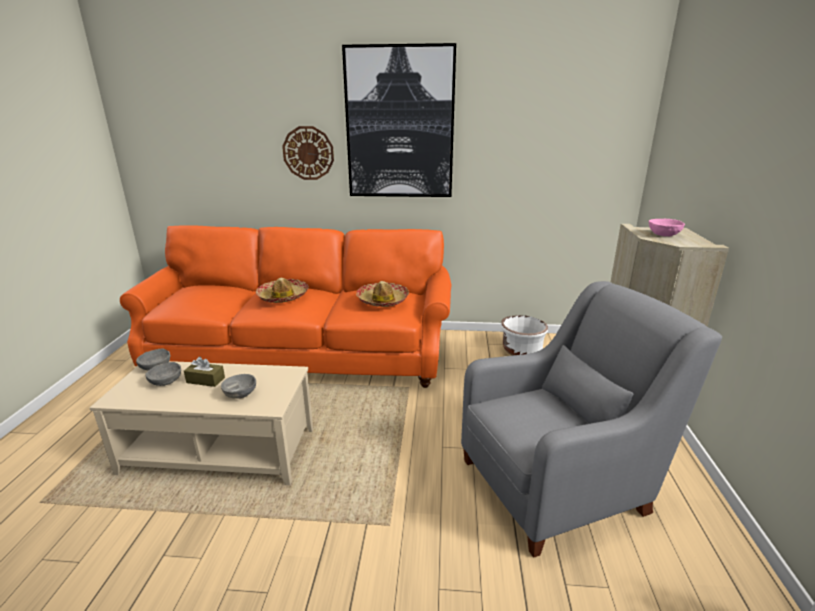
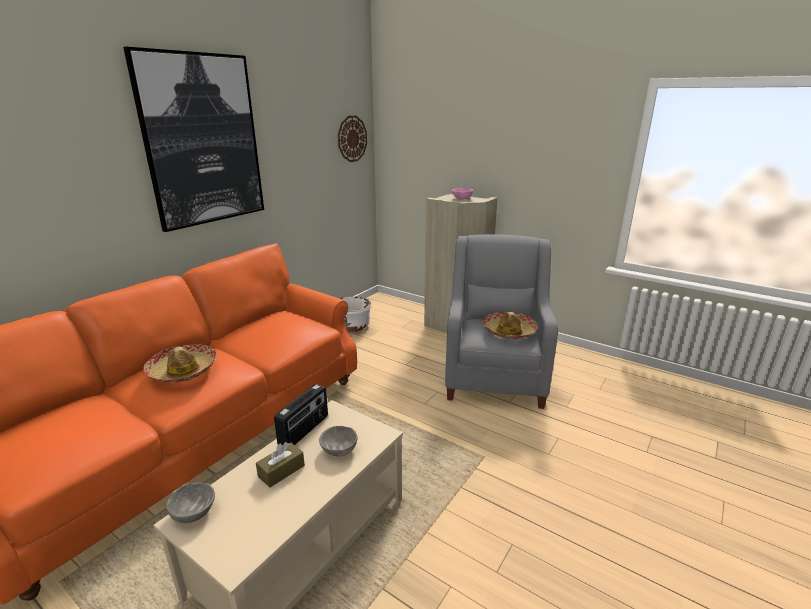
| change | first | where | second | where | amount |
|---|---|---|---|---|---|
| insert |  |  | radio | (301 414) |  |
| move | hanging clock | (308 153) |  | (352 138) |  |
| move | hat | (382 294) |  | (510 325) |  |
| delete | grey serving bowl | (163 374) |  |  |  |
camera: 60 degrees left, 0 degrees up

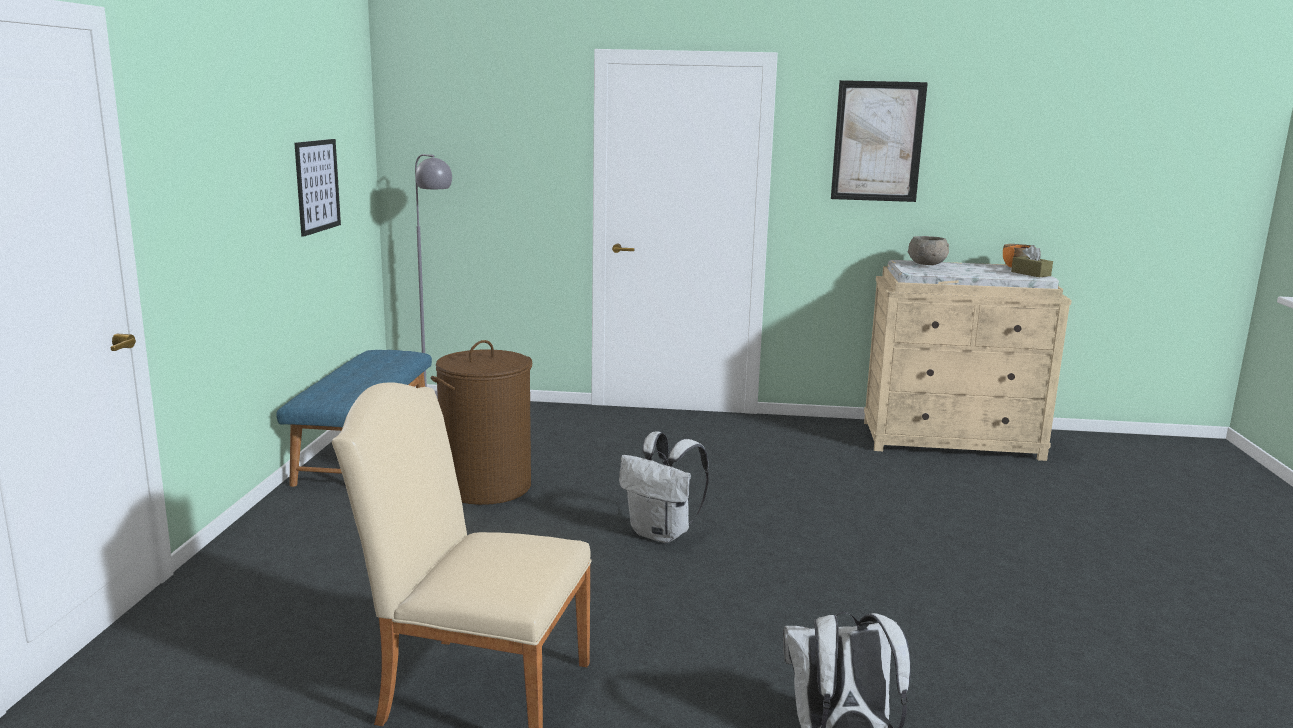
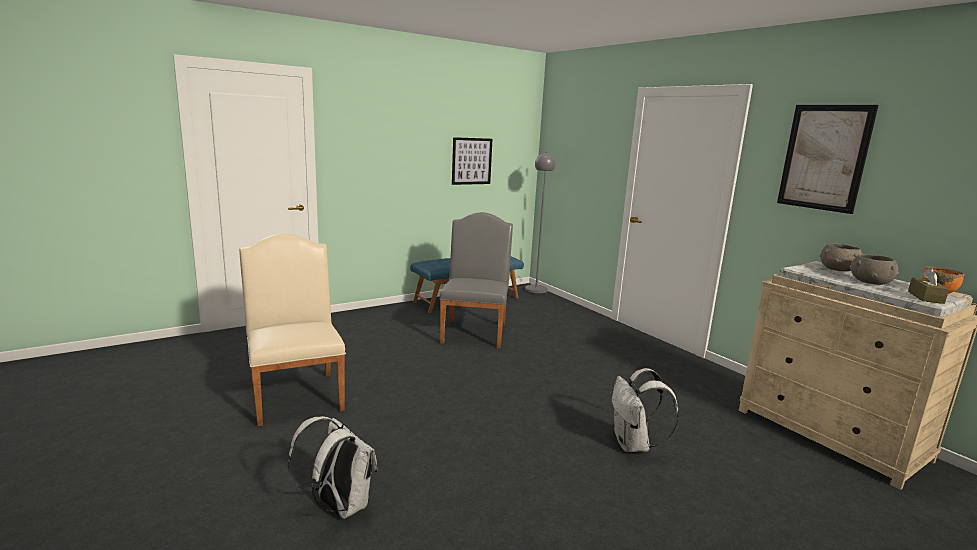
| change | first | where | second | where | amount |
|---|---|---|---|---|---|
| replace | brownish laundry basket | (481 422) | grey plain chair | (476 280) |  |
| move | white backpack | (664 487) |  | (645 410) |  |
| insert |  |  | grey serving bowl | (874 269) |  |
camera: 50 degrees right, 0 degrees up

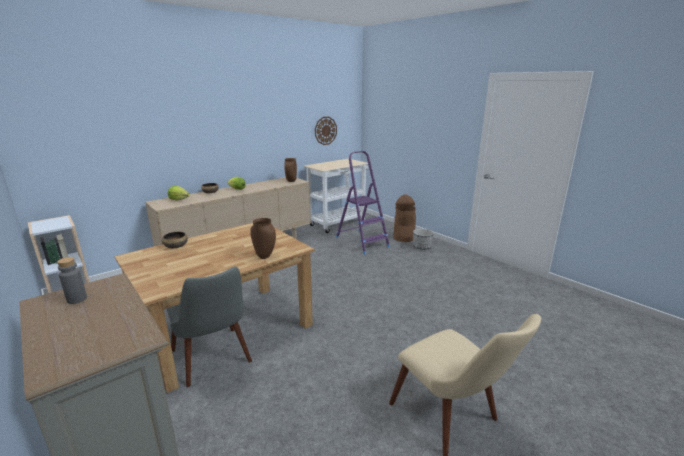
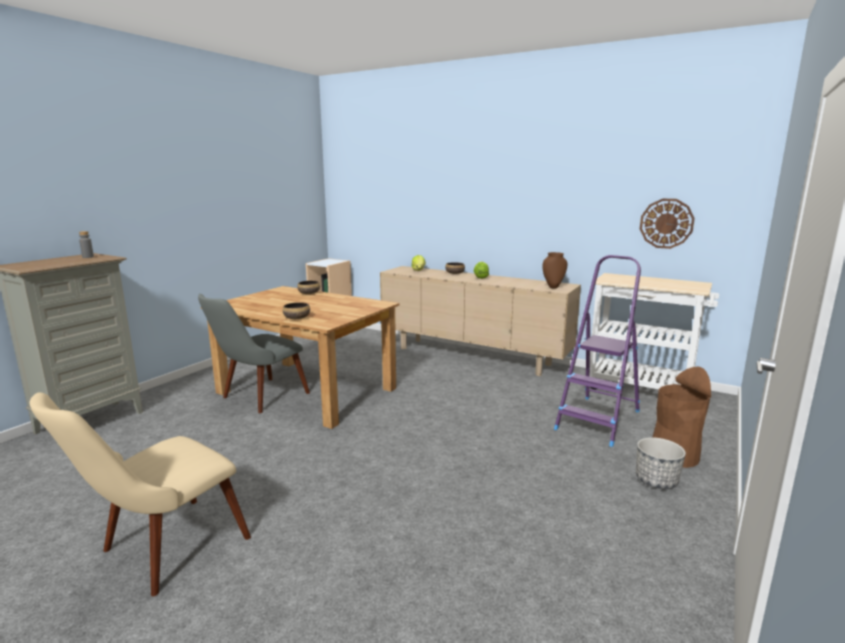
| change | first | where | second | where | amount |
|---|---|---|---|---|---|
| replace | brownish vase | (263 238) | serving bowl | (296 310) |  |
camera: 70 degrees right, 5 degrees down

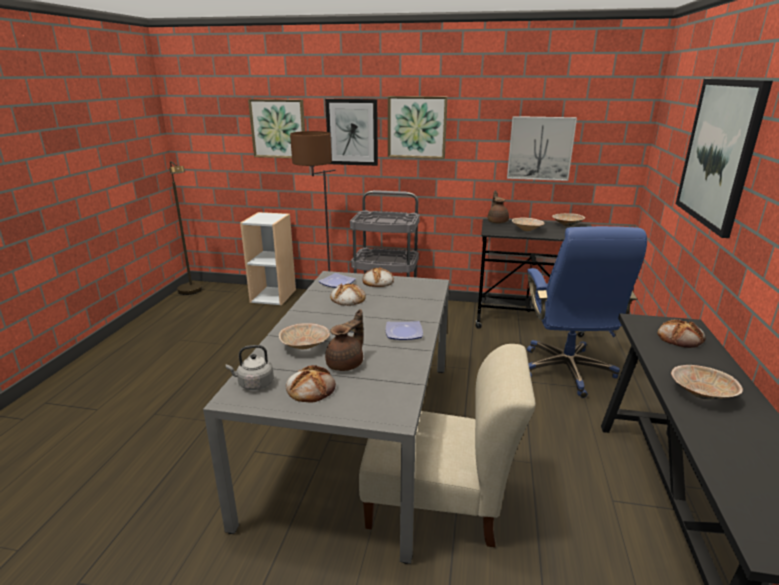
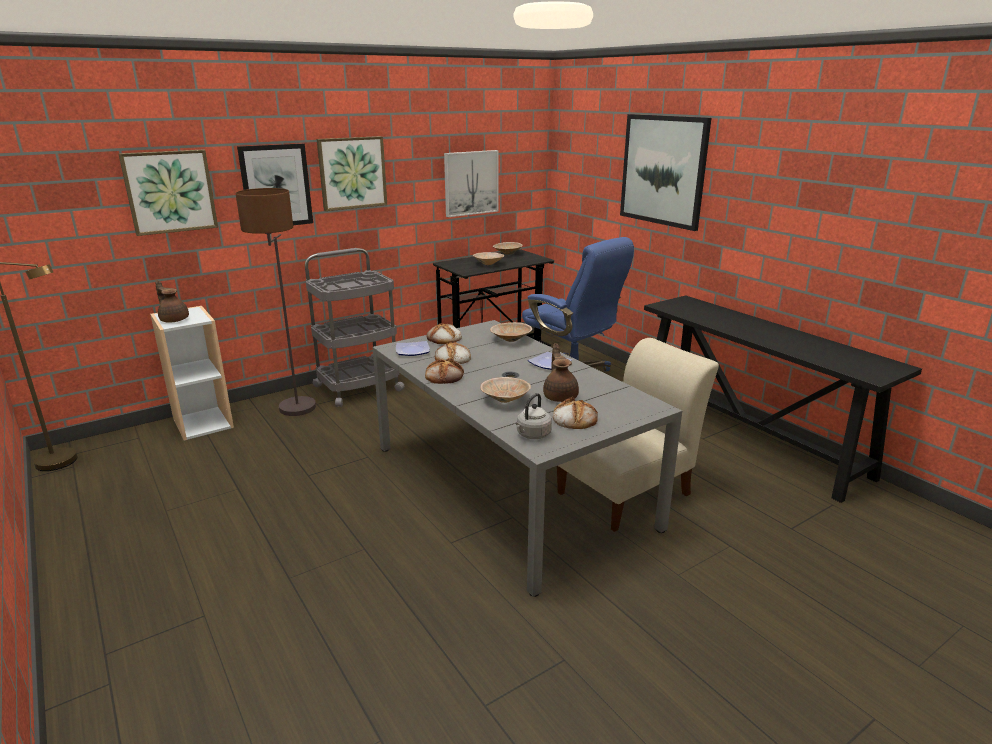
| change | first | where | second | where | amount |
|---|---|---|---|---|---|
| move | brownish tea pot | (498 207) |  | (172 301) |  |
| move | baked bread | (681 333) |  | (444 371) |  |
| move | beige serving bowl | (707 382) |  | (511 332) |  |
camera: 45 degrees left, 0 degrees up

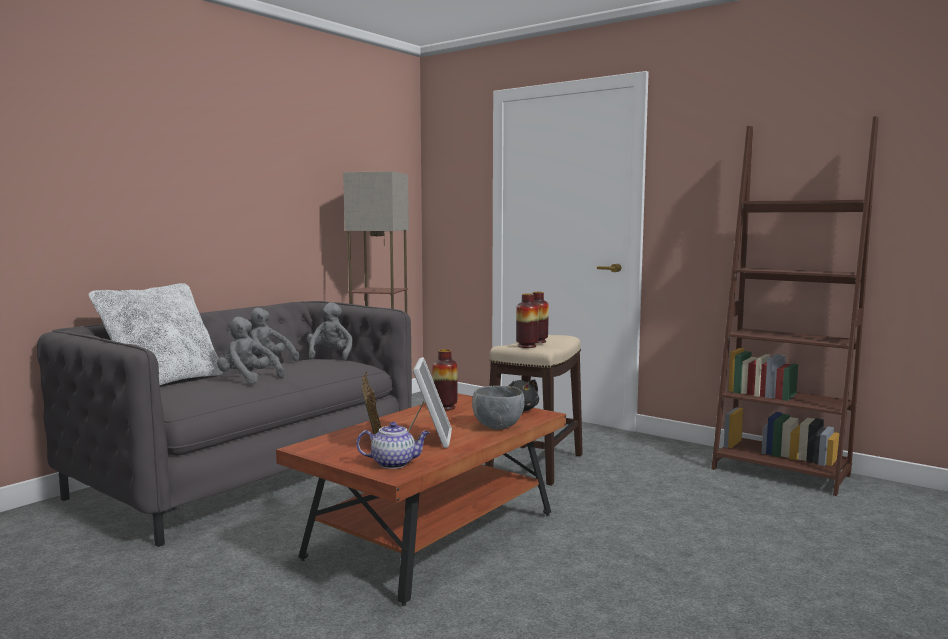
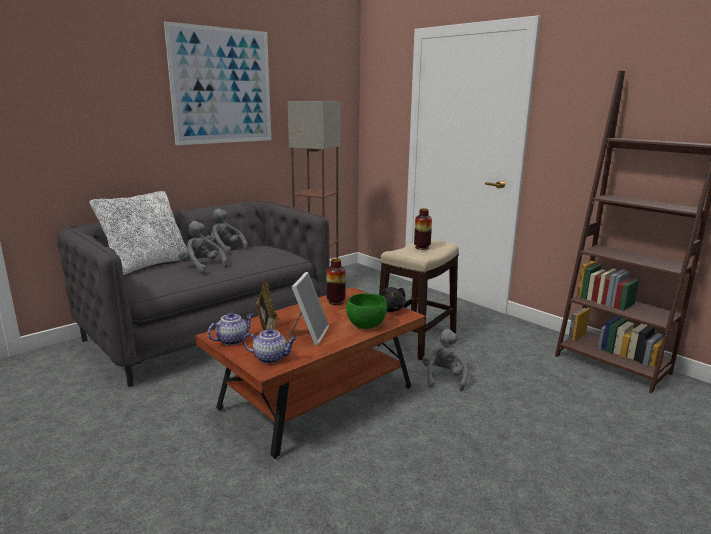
| change | first | where | second | where | amount |
|---|---|---|---|---|---|
| insert |  |  | picture | (217 83) |  |
| insert |  |  | tea pot | (230 328) |  |
| recolor | grey serving bowl | (498 407) | greenish serving bowl | (366 311) |  |
| move | grey soft toy | (330 331) |  | (445 360) |  |
| delete | vase | (527 321) |  |  |  |
camera: 10 degrees right, 10 degrees up

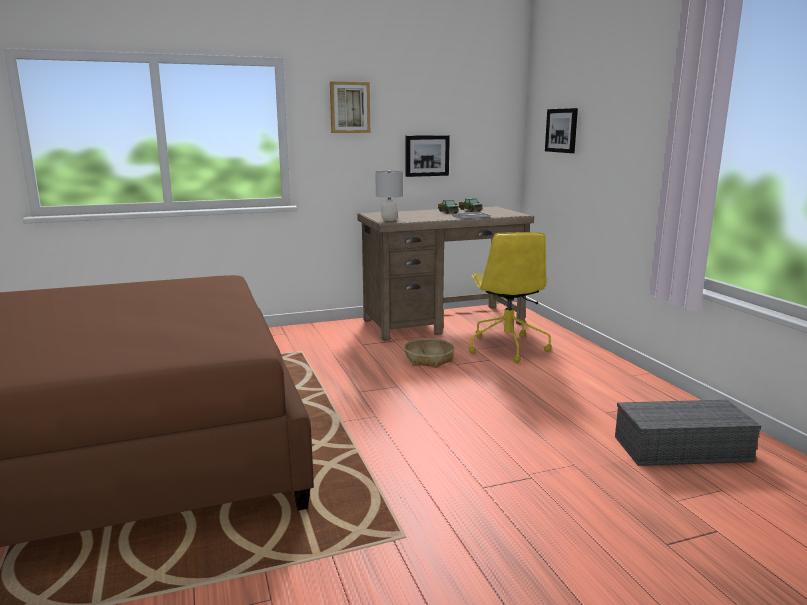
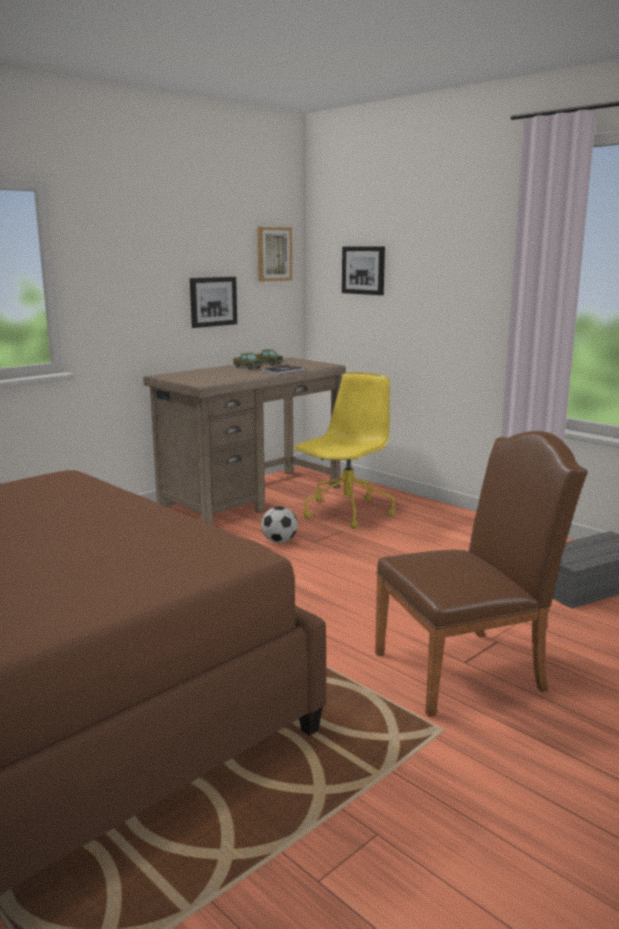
| change | first | where | second | where | amount |
|---|---|---|---|---|---|
| move | picture | (350 107) |  | (274 254) |  |
| replace | basket | (429 353) | football | (279 524) |  |
| rotate | yellow-coloured office chair | (510 297) |  | (344 450) | 120 degrees counterclockwise |
| insert |  |  | brownish plain chair | (481 574) |  |
| delete | grey lamp for a table | (389 196) |  |  |  |
camera: 25 degrees left, 0 degrees up

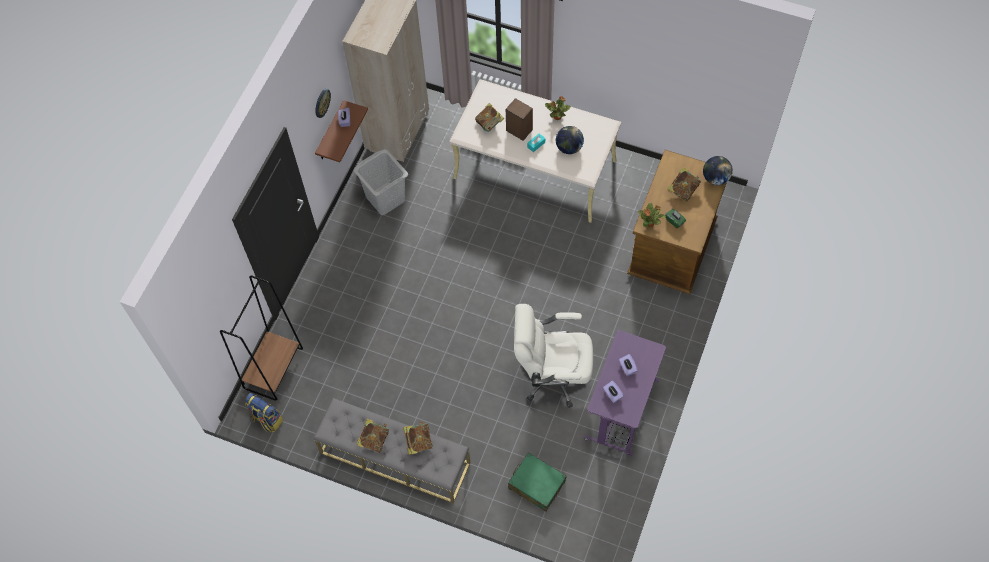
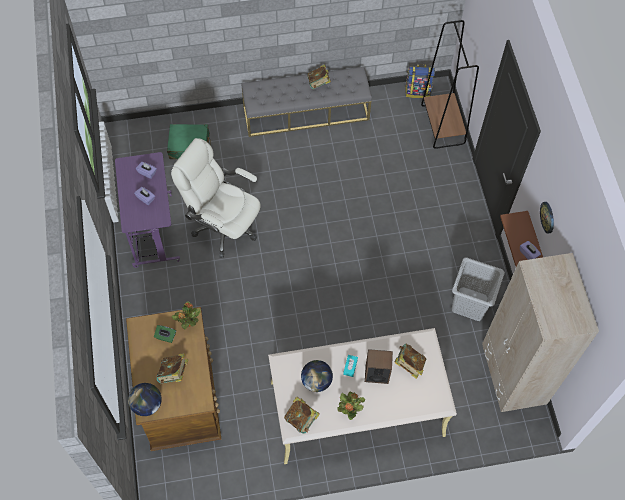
| change | first | where | second | where | amount |
|---|---|---|---|---|---|
| rotate | white office chair | (553 356) |  | (216 198) | 120 degrees counterclockwise |
| move | bound book | (418 438) |  | (302 415) |  |
camera: 145 degrees right, 0 degrees up

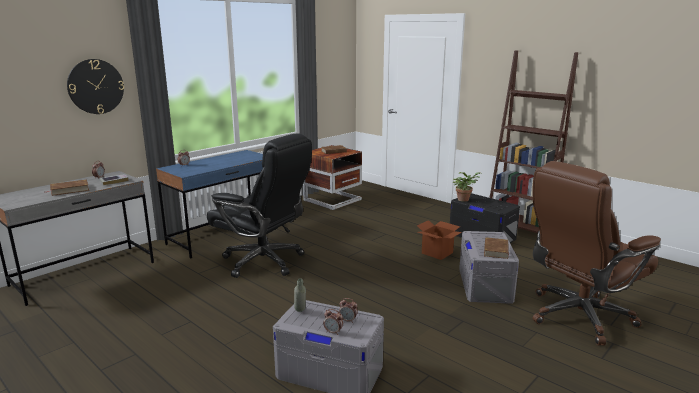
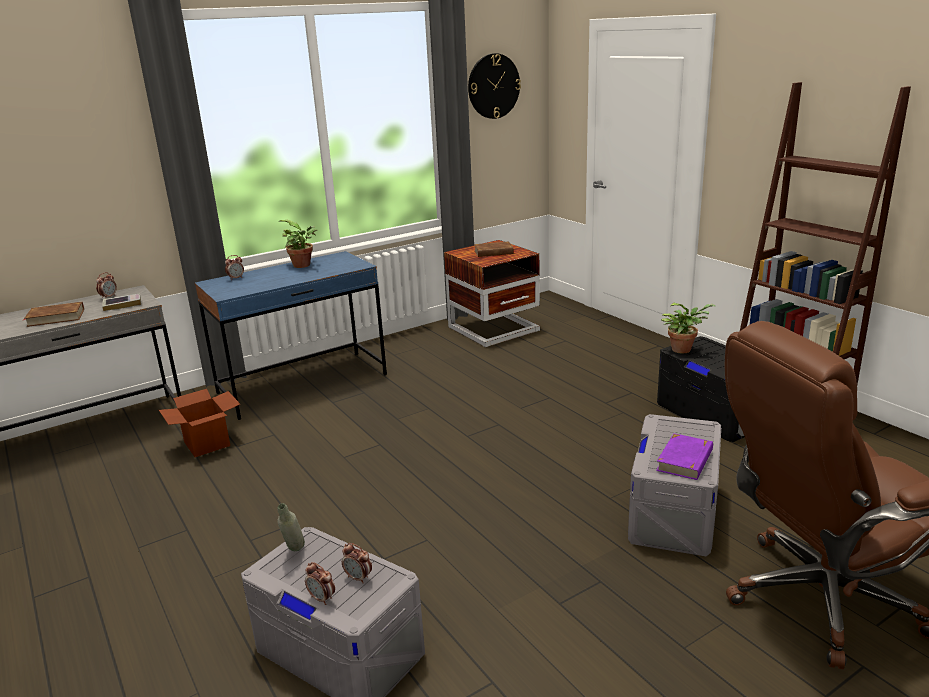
| change | first | where | second | where | amount |
|---|---|---|---|---|---|
| move | cardboard box | (439 240) |  | (199 423) |  |
| insert |  |  | potted plant | (299 244) |  |
| move | hanging clock | (95 86) |  | (494 86) |  |
| recolor | brownish bound book | (496 248) | purple-coloured bound book | (684 456) |  |
| delete | black office chair | (259 205) |  |  |  |
camera: 15 degrees right, 5 degrees up

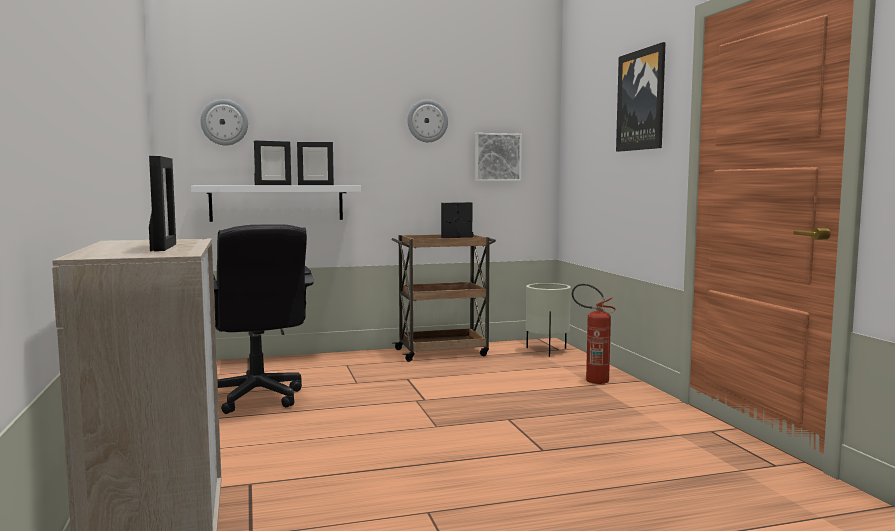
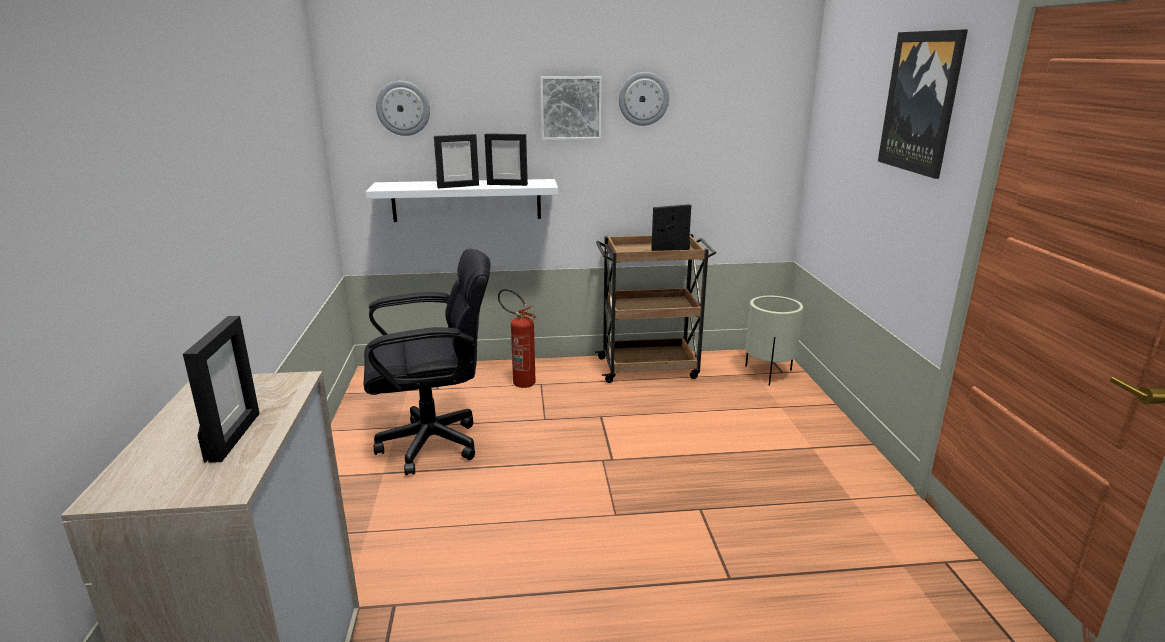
| change | first | where | second | where | amount |
|---|---|---|---|---|---|
| rotate | black office chair | (263 319) |  | (427 362) | 90 degrees counterclockwise |
| move | fire extinguisher | (594 334) |  | (517 338) |  |
| move | picture | (498 157) |  | (571 108) |  |
camera: 10 degrees right, 15 degrees up

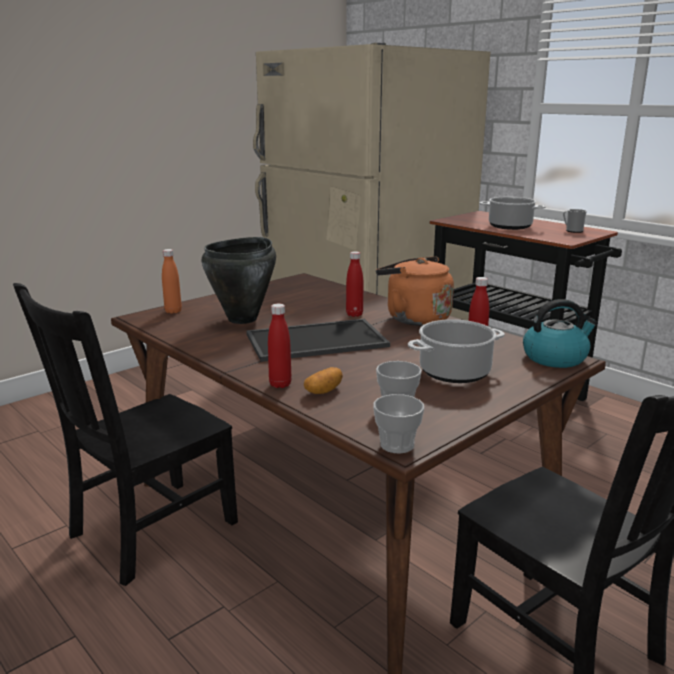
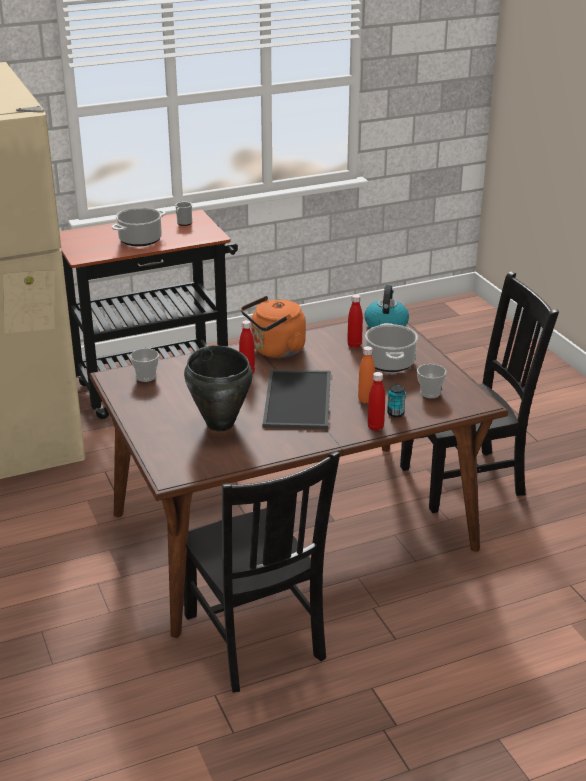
| change | first | where | second | where | amount |
|---|---|---|---|---|---|
| move | drinking cup | (398 424) |  | (144 365) |  |
| move | orangey drink bottle | (172 281) |  | (366 374) |  |
| replace | potato | (323 380) | metal can | (396 401) |  |
camera: 70 degrees left, 10 degrees up

